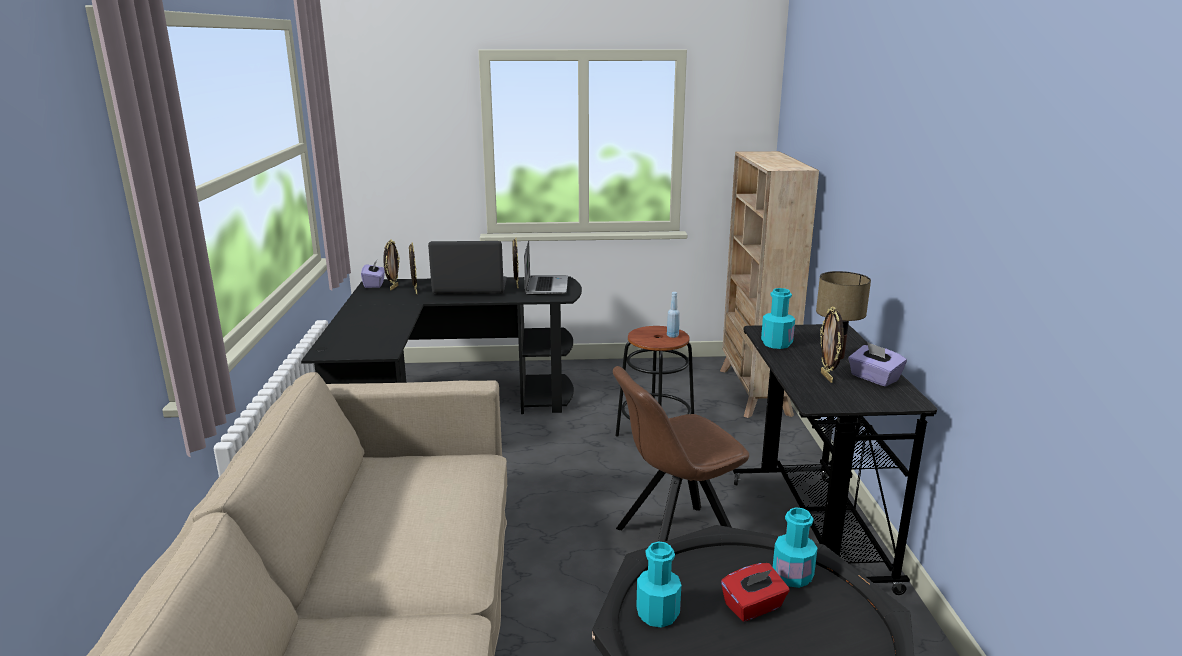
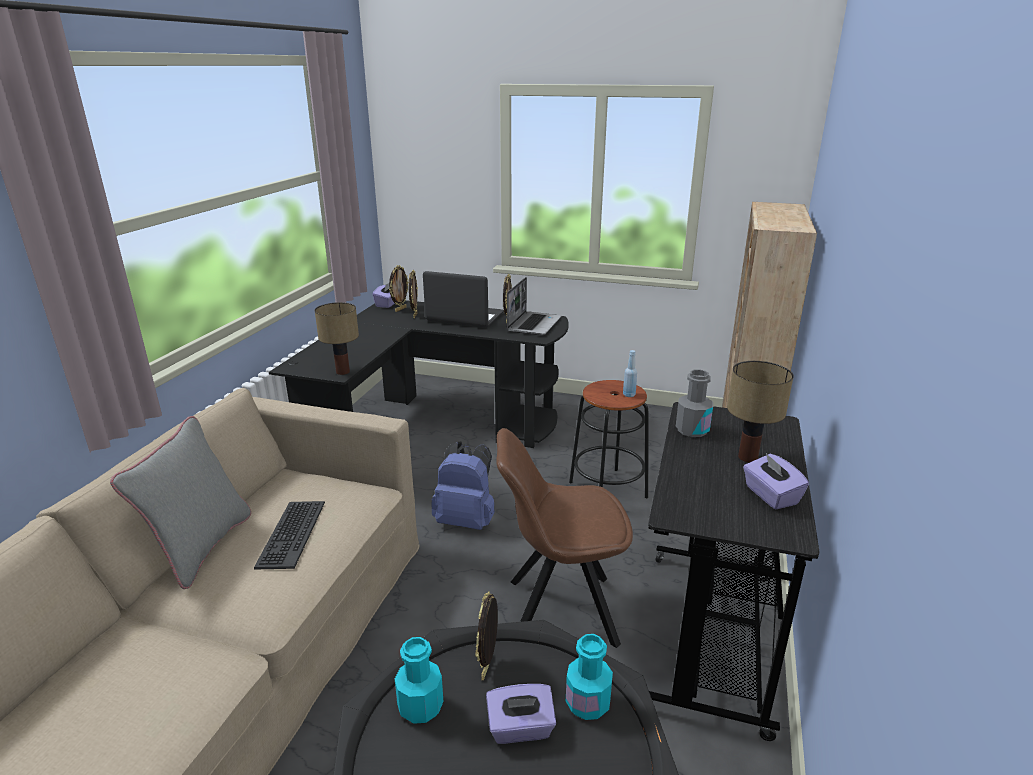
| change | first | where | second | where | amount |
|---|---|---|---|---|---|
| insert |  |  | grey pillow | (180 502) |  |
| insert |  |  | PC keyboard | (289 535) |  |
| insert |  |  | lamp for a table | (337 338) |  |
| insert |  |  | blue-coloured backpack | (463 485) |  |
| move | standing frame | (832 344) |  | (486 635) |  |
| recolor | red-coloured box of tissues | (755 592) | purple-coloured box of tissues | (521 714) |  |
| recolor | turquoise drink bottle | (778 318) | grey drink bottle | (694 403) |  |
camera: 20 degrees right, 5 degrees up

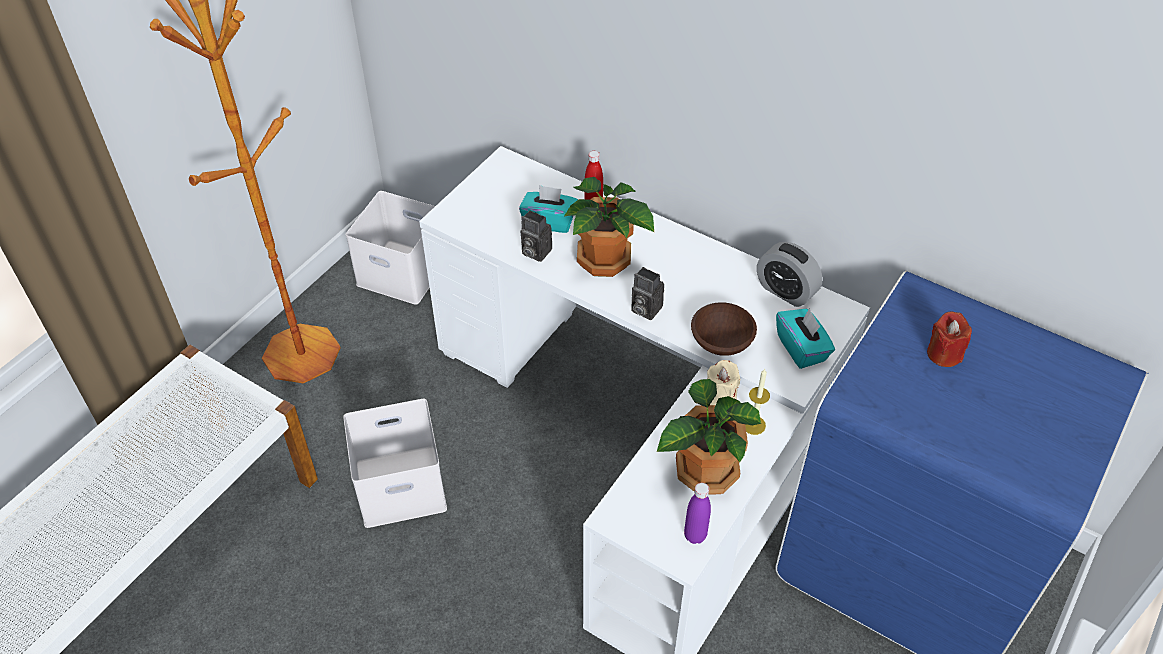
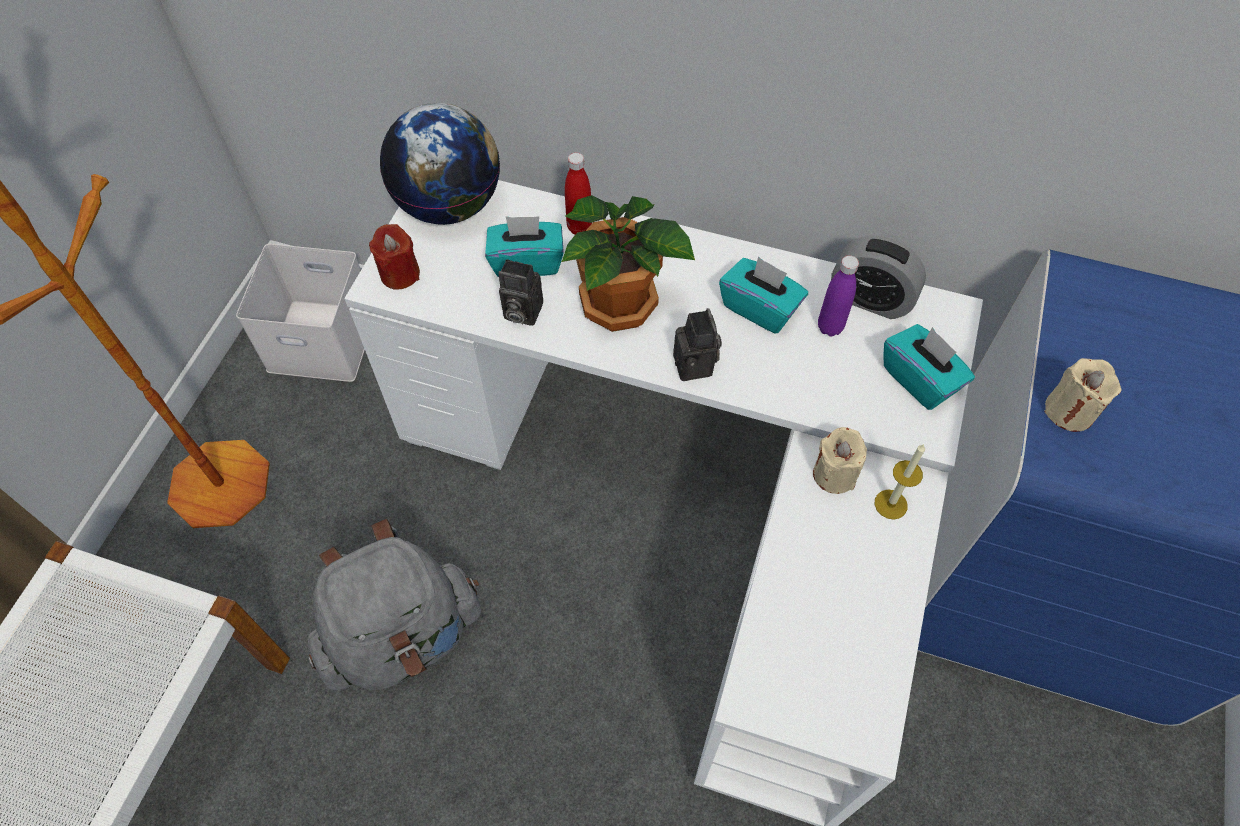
| change | first | where | second | where | amount |
|---|---|---|---|---|---|
| replace | white storage bin | (395 463) | grey backpack | (394 605) |  |
| move | red-coloured wax light | (949 339) |  | (394 256) |  |
| insert |  |  | desk globe | (440 164) |  |
| rotate | still camera | (647 293) |  | (697 344) | 120 degrees counterclockwise |
| insert |  |  | turquoise box of tissues | (763 295) |  |
| move | purple-coloured drink bottle | (697 513) |  | (838 295) |  |
| insert |  |  | beige wax light | (1082 395) |  |
| delete | potted plant | (709 437) |  |  |  |
| delete | brownish serving bowl | (724 329) |  |  |  |
camera: 15 degrees left, 10 degrees up

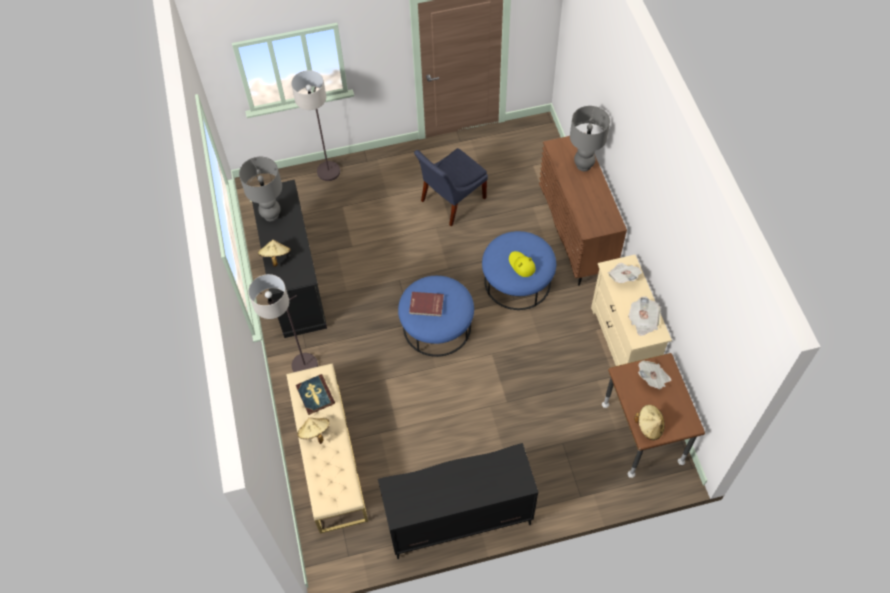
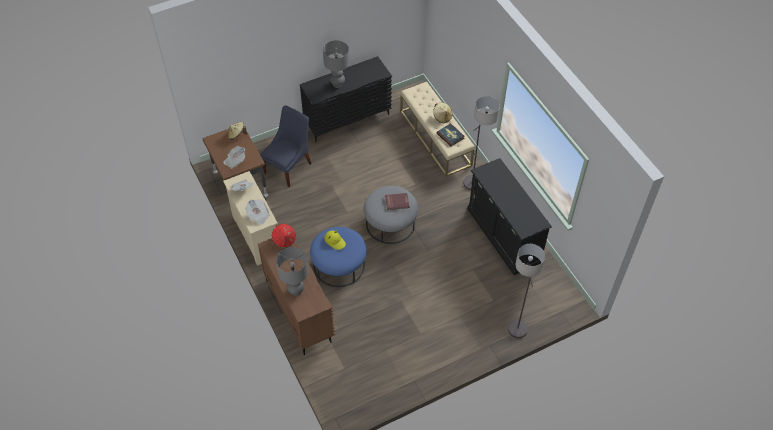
| change | first | where | second | where | amount |
|---|---|---|---|---|---|
| move | blue-coloured plain chair | (451 187) |  | (286 146) |  |
| insert |  |  | red-coloured hat | (284 236) |  |
| move | grey lamp for a table | (260 189) |  | (336 64) |  |
| recolor | blue-coloured footrest | (436 316) | grey footrest | (390 215) |  |
| delete | beige hat | (274 253) |  |  |  |
camera: 165 degrees right, 5 degrees down

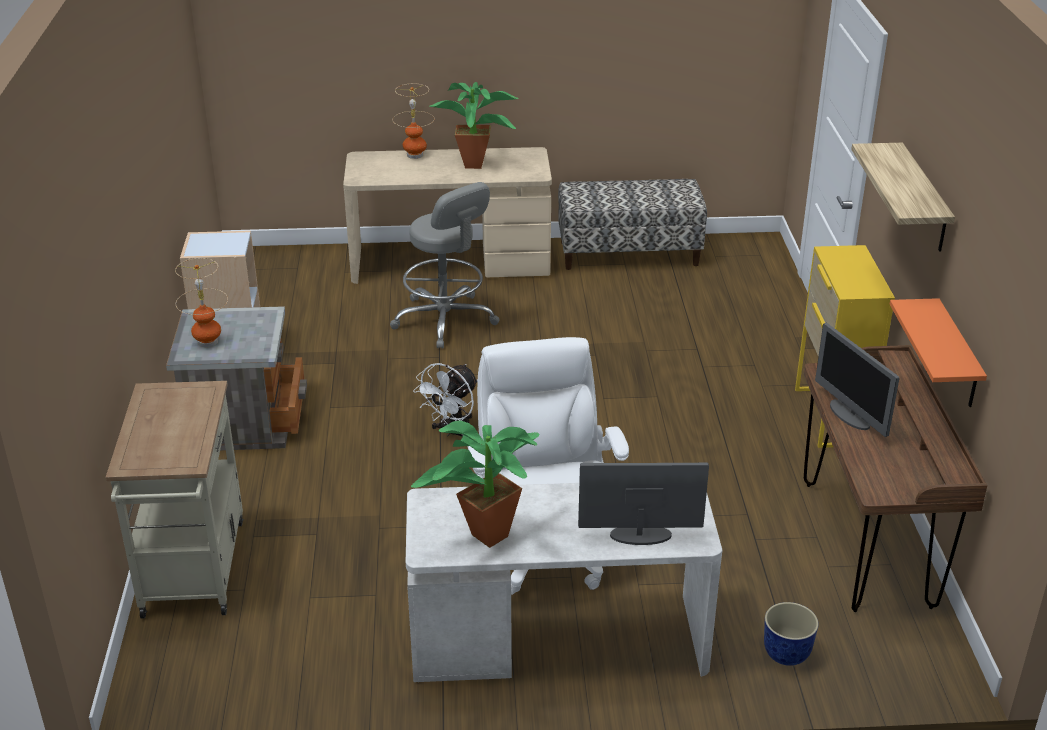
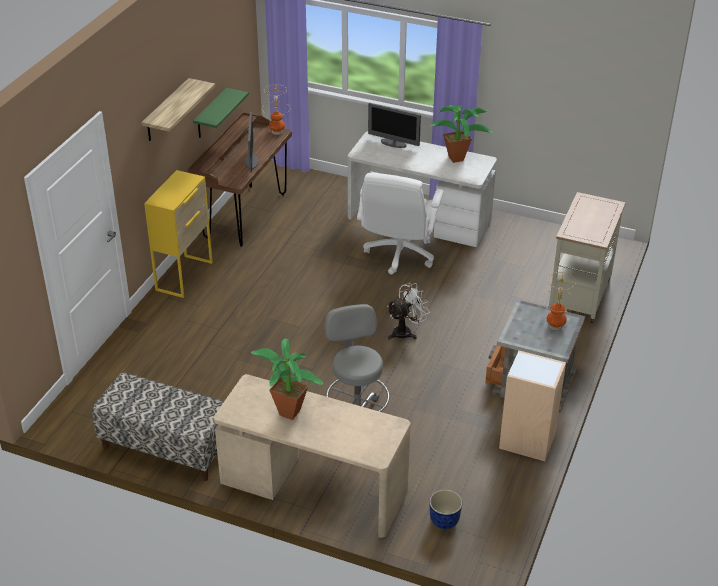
| change | first | where | second | where | amount |
|---|---|---|---|---|---|
| recolor | orangey bracket shelf | (938 352) | greenish bracket shelf | (221 113) |  |
| move | lamp for a table | (413 121) |  | (275 109) |  |
| move | flower pot | (791 634) |  | (445 509) |  |
camera: 155 degrees left, 5 degrees up

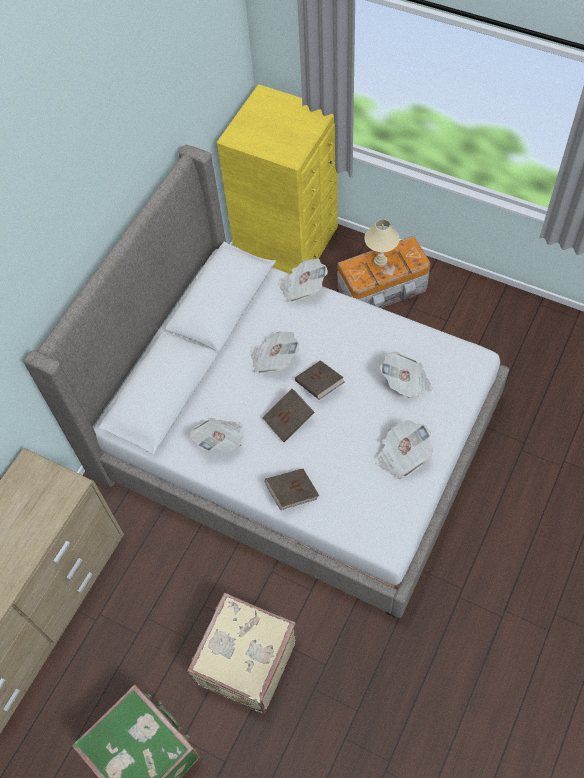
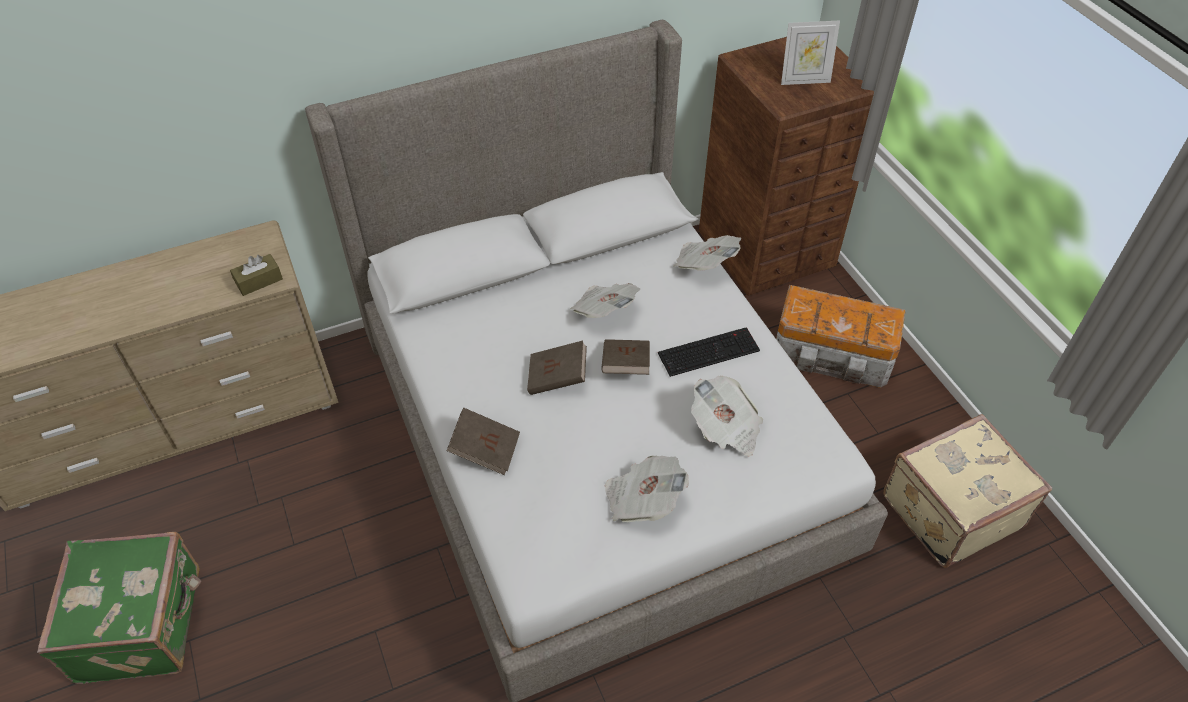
| change | first | where | second | where | amount |
|---|---|---|---|---|---|
| insert |  |  | brownish box of tissues | (256 275) |  |
| insert |  |  | PC keyboard | (709 352) |  |
| recolor | yellow-coloured drawer chest | (277 179) | brownish drawer chest | (786 166) |  |
| insert |  |  | standing frame | (810 53) |  |
| move | beige travel case | (242 653) |  | (968 491) |  |
| delete | daily paper | (216 435) |  |  |  |
| delete | beige lamp for a table | (382 243) |  |  |  |
camera: 35 degrees right, 10 degrees down

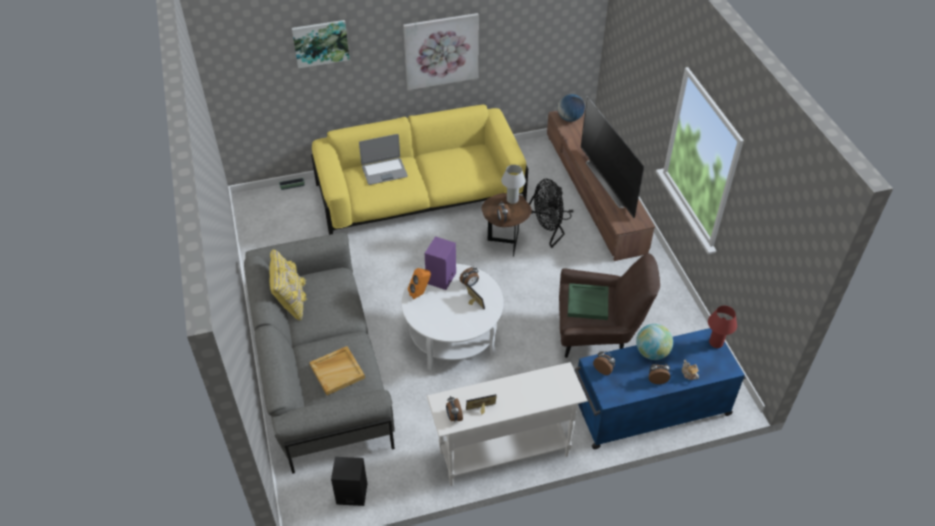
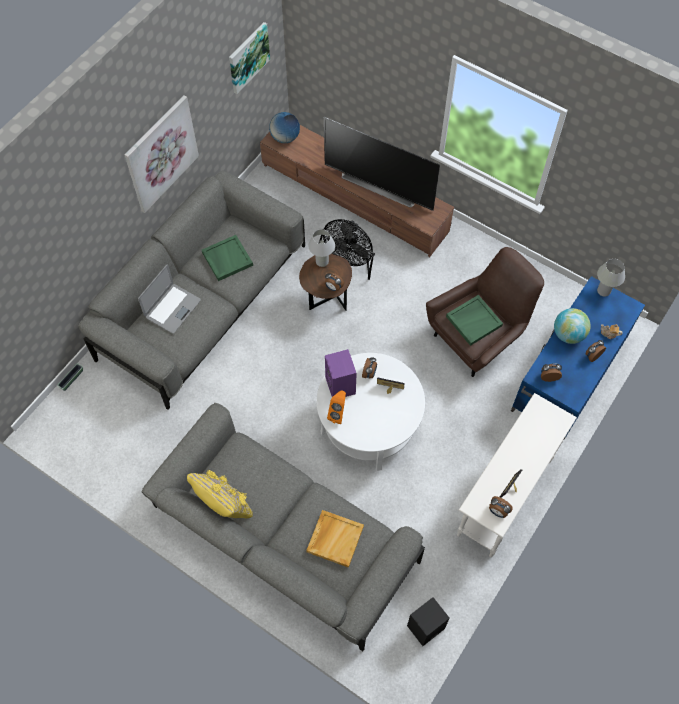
| change | first | where | second | where | amount |
|---|---|---|---|---|---|
| recolor | yellow-coloured sofa | (419 170) | grey sofa | (192 290) |  |
| insert |  |  | greenish carrying tray | (227 258) |  |
| move | picture | (320 44) |  | (249 58) |  |
| recolor | red-coloured lamp for a table | (722 327) | white lamp for a table | (611 277) |  |
camera: 40 degrees left, 15 degrees up

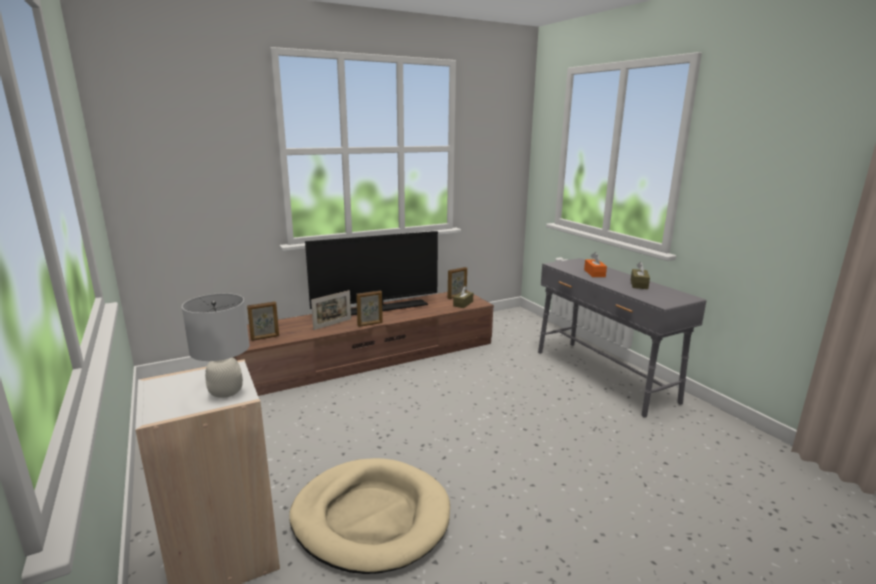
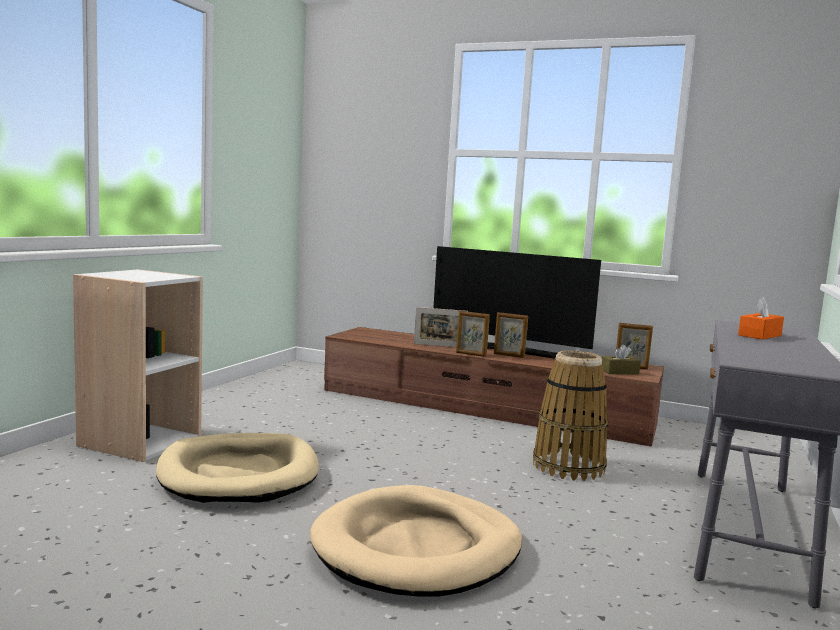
| change | first | where | second | where | amount |
|---|---|---|---|---|---|
| insert |  |  | beige dog bed | (416 541) |  |
| move | standing frame | (263 321) |  | (511 335) |  |
| insert |  |  | basket | (570 415) |  |
| delete | grey lamp for a table | (215 345) |  |  |  |
| delete | brownish box of tissues | (640 275) |  |  |  |
camera: 50 degrees right, 10 degrees down

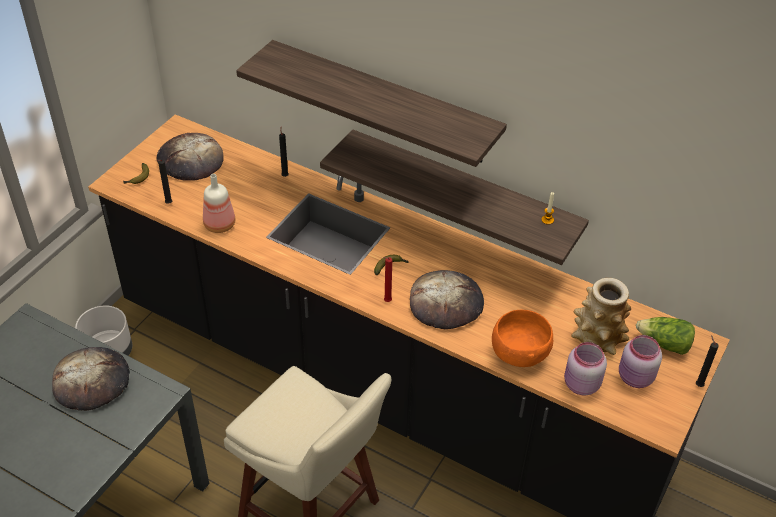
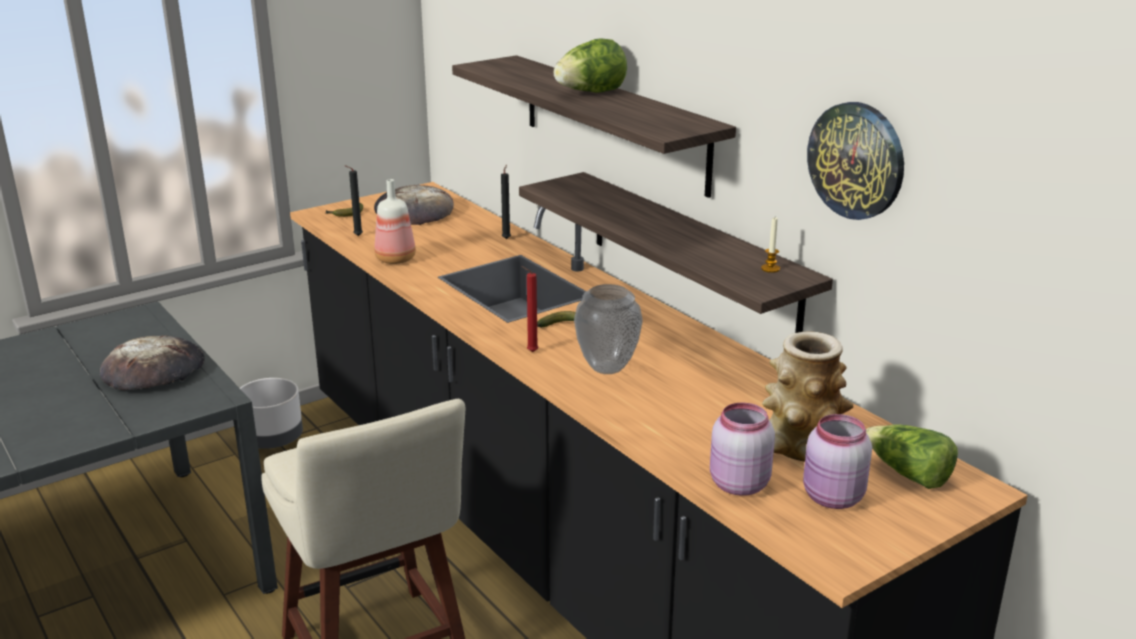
| change | first | where | second | where | amount |
|---|---|---|---|---|---|
| insert |  |  | lettuce | (590 65) |  |
| replace | baked bread | (447 299) | vase | (608 329) |  |
| insert |  |  | hanging clock | (855 161) |  |
| delete | orangey serving bowl | (522 338) |  |  |  |
| delete | black wax light | (707 361) |  |  |  |
camera: 25 degrees right, 20 degrees down

